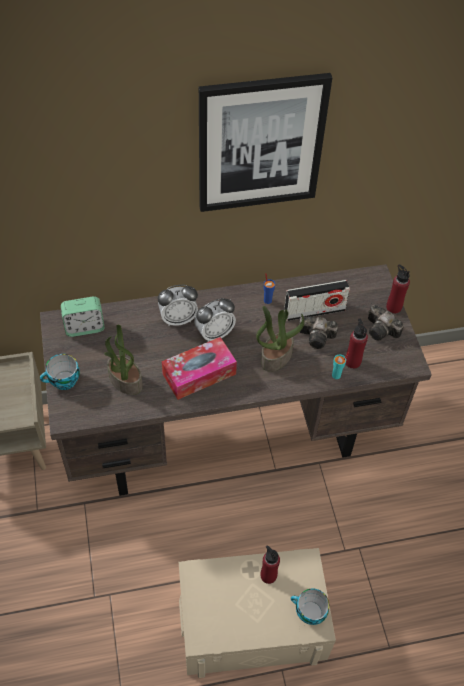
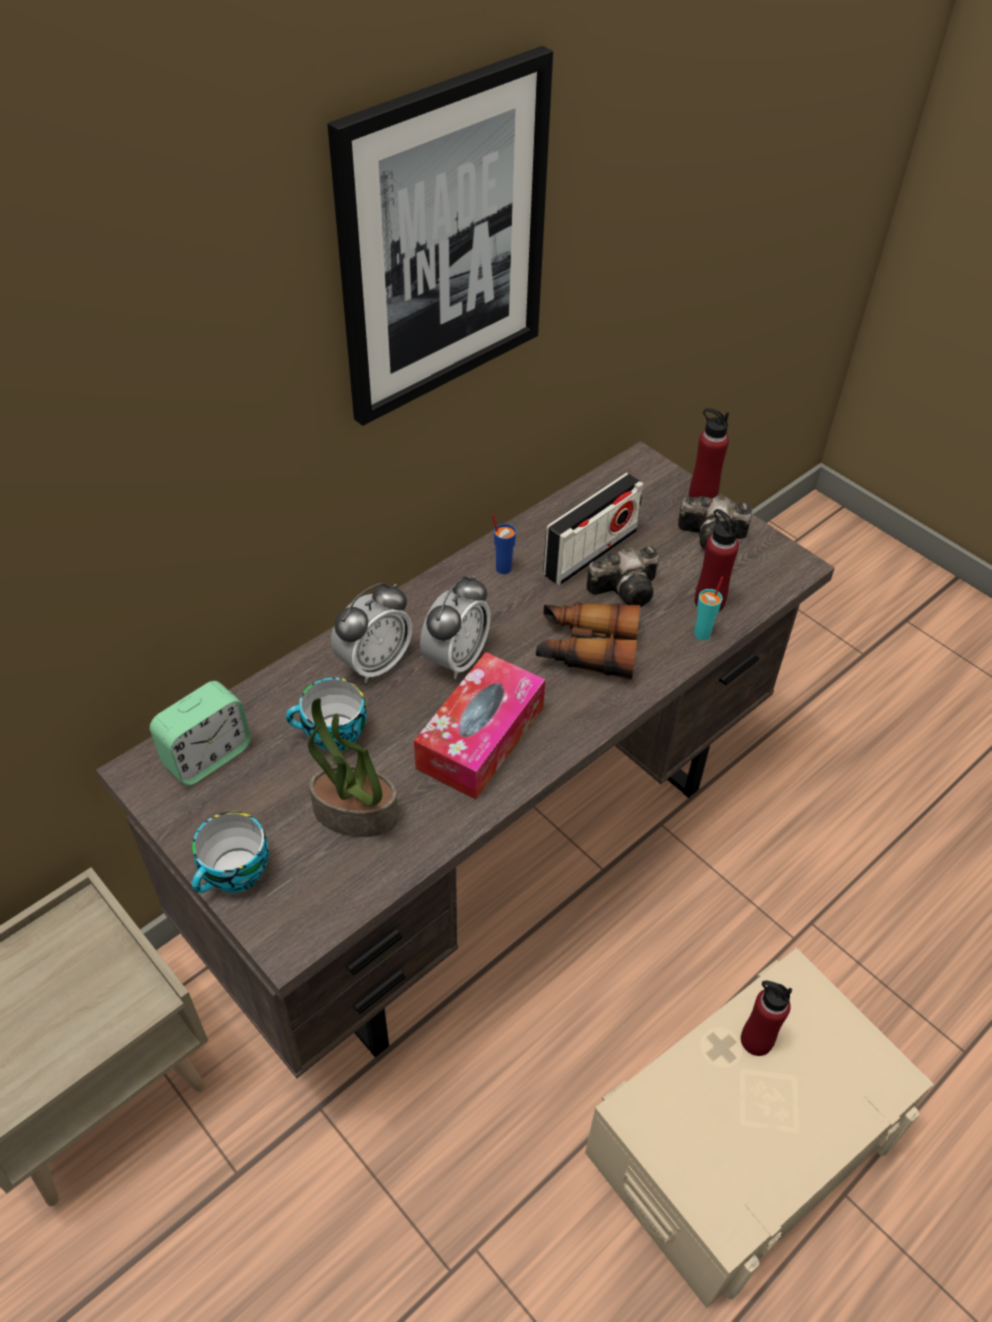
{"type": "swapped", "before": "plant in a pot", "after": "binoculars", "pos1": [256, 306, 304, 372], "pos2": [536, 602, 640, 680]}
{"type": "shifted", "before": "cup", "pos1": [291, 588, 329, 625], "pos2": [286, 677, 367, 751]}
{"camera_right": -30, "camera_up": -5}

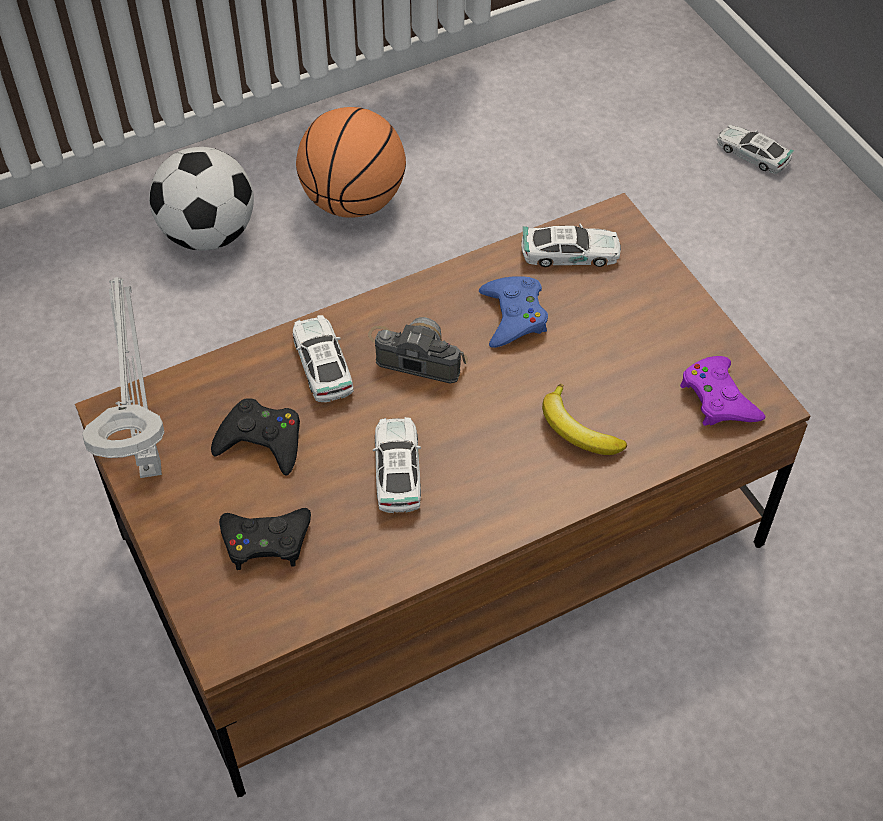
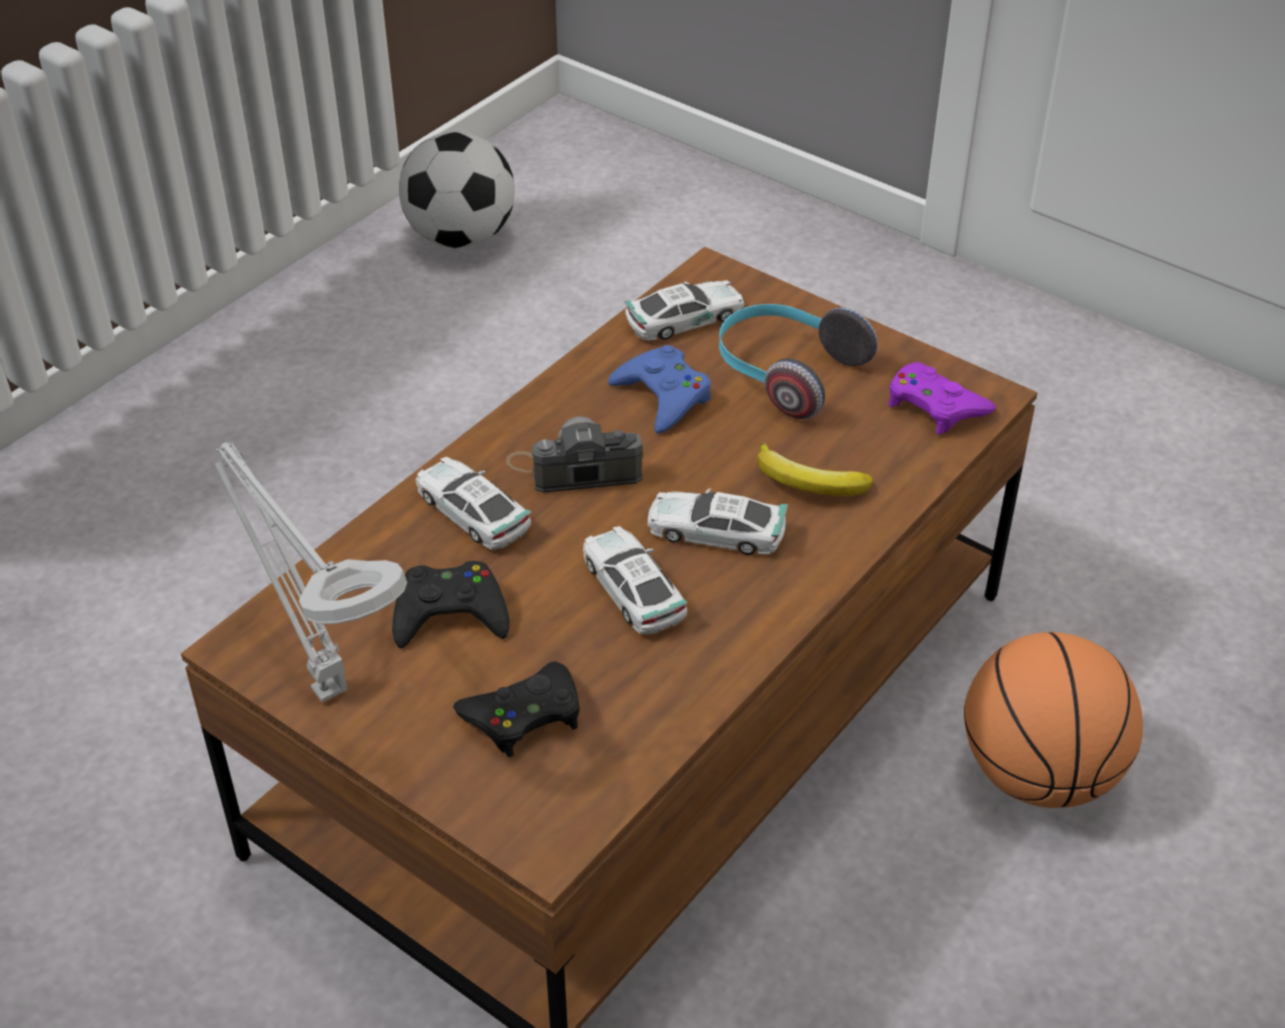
{"type": "shifted", "before": "ball for football", "pos1": [149, 147, 254, 251], "pos2": [399, 131, 515, 249]}
{"type": "shifted", "before": "ball for basketball", "pos1": [296, 107, 406, 218], "pos2": [964, 632, 1143, 808]}
{"type": "shifted", "before": "toy car", "pos1": [717, 125, 795, 174], "pos2": [647, 489, 788, 555]}
{"type": "new", "after": "headphones", "pos2": [719, 304, 878, 419]}
{"camera_right": -25, "camera_up": -10}

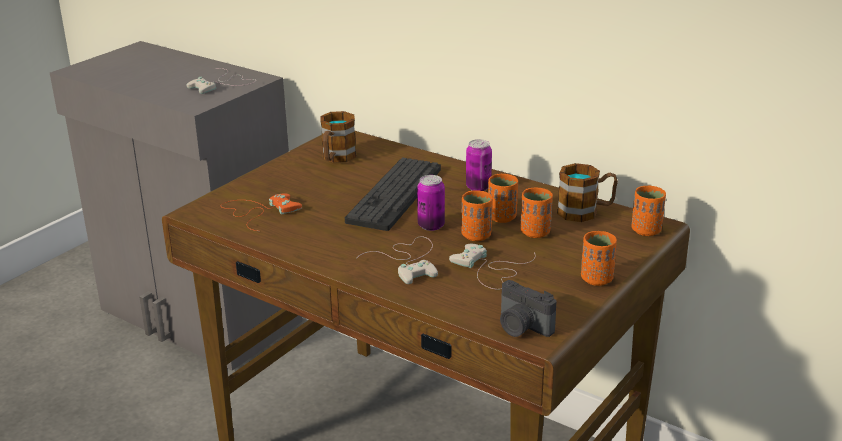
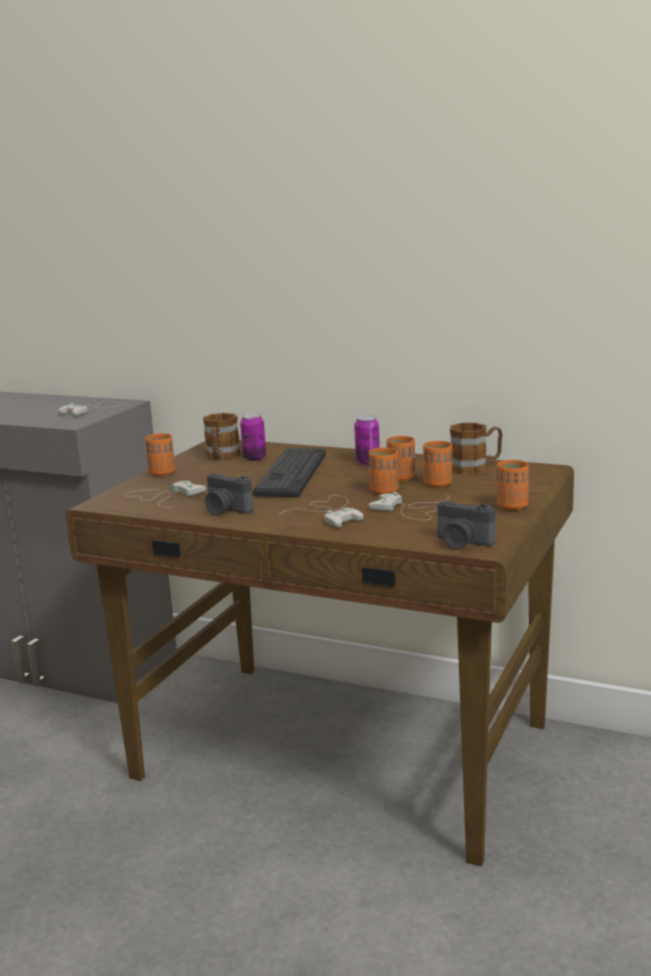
{"type": "repainted", "before": "joypad/orangey", "after": "joypad/white-coloured", "pos1": [221, 193, 302, 231], "pos2": [125, 480, 206, 508]}
{"type": "shifted", "before": "metal can", "pos1": [417, 175, 445, 231], "pos2": [240, 413, 266, 461]}
{"type": "shifted", "before": "cup/orangey", "pos1": [631, 186, 666, 236], "pos2": [145, 433, 175, 476]}
{"type": "new", "after": "still camera", "pos2": [205, 473, 253, 516]}
{"camera_right": -10, "camera_up": -10}

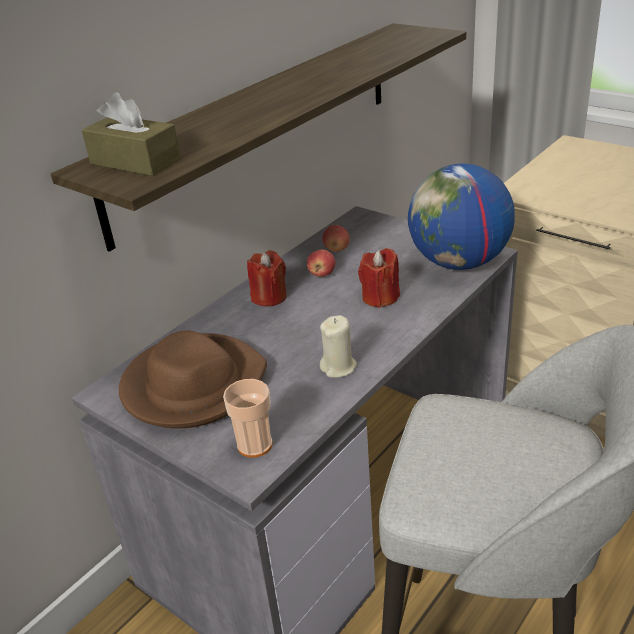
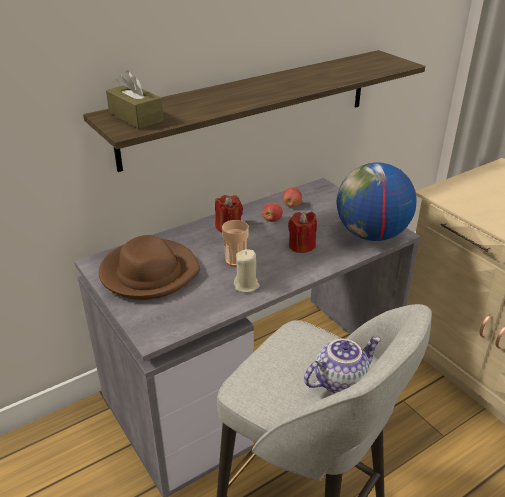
{"type": "shifted", "before": "cup", "pos1": [223, 379, 273, 457], "pos2": [222, 220, 249, 267]}
{"type": "new", "after": "teapot", "pos2": [304, 336, 381, 393]}
{"camera_right": 15, "camera_up": 0}

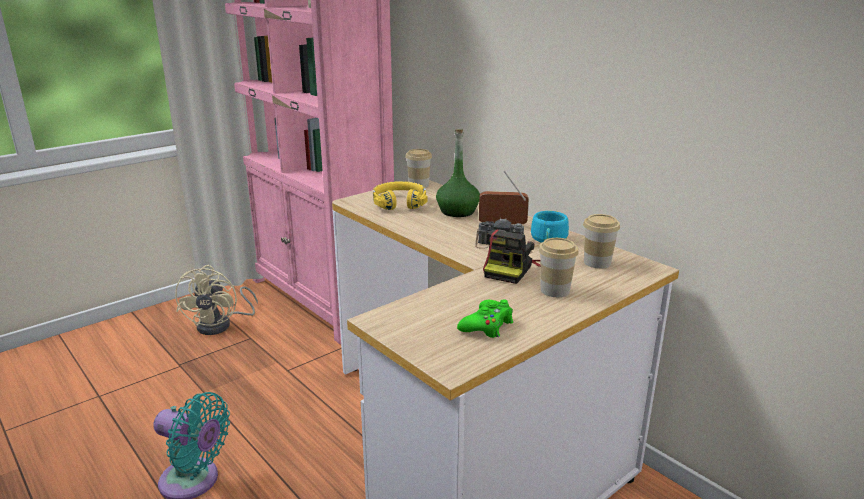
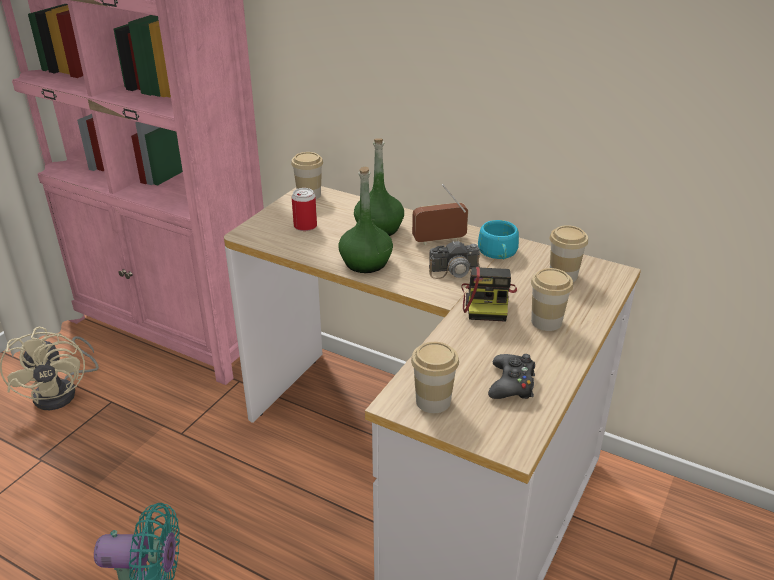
{"type": "swapped", "before": "headphones/yellow-coloured", "after": "metal can", "pos1": [373, 181, 428, 210], "pos2": [292, 188, 317, 231]}
{"type": "repainted", "before": "joypad/green", "after": "joypad/black", "pos1": [457, 299, 513, 338], "pos2": [488, 354, 535, 399]}
{"type": "new", "after": "bottle/green", "pos2": [338, 167, 393, 273]}
{"type": "new", "after": "cup", "pos2": [411, 342, 459, 413]}
{"camera_right": -20, "camera_up": 10}

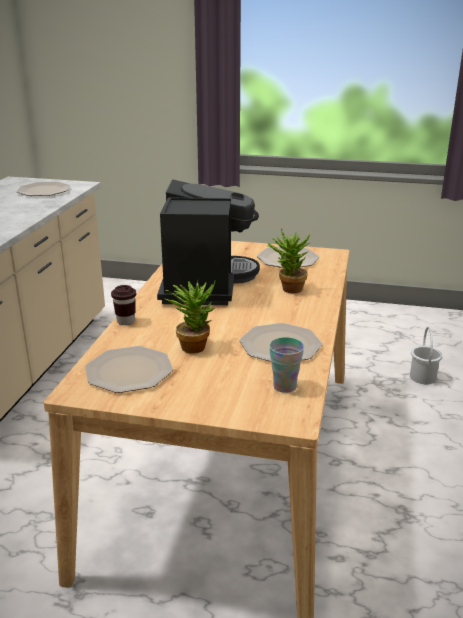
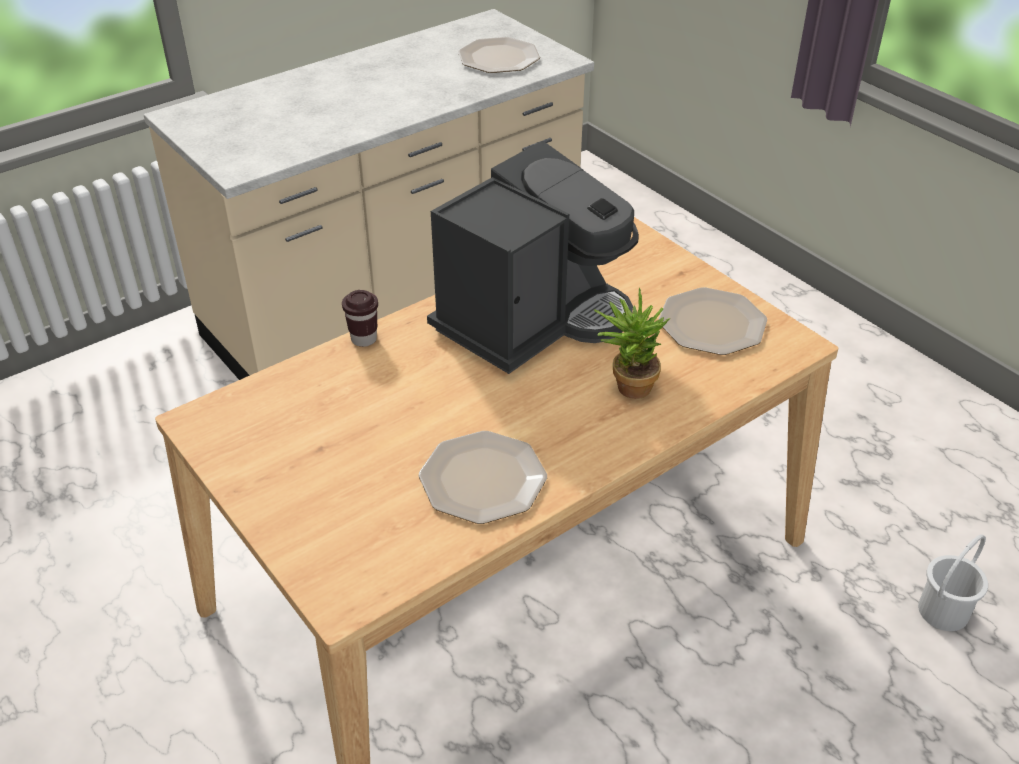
{"type": "gone", "before": "flat dish", "pos1": [85, 346, 173, 393]}
{"type": "gone", "before": "plant in a pot", "pos1": [166, 280, 215, 354]}
{"type": "gone", "before": "cup", "pos1": [269, 337, 304, 393]}
{"camera_right": 40, "camera_up": 15}

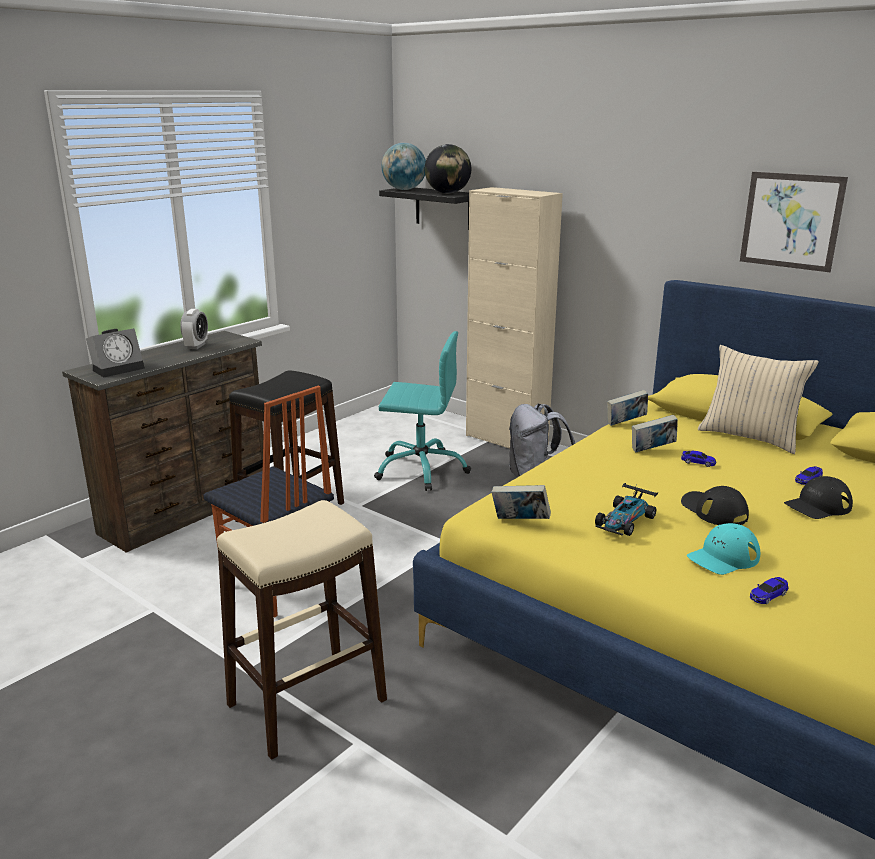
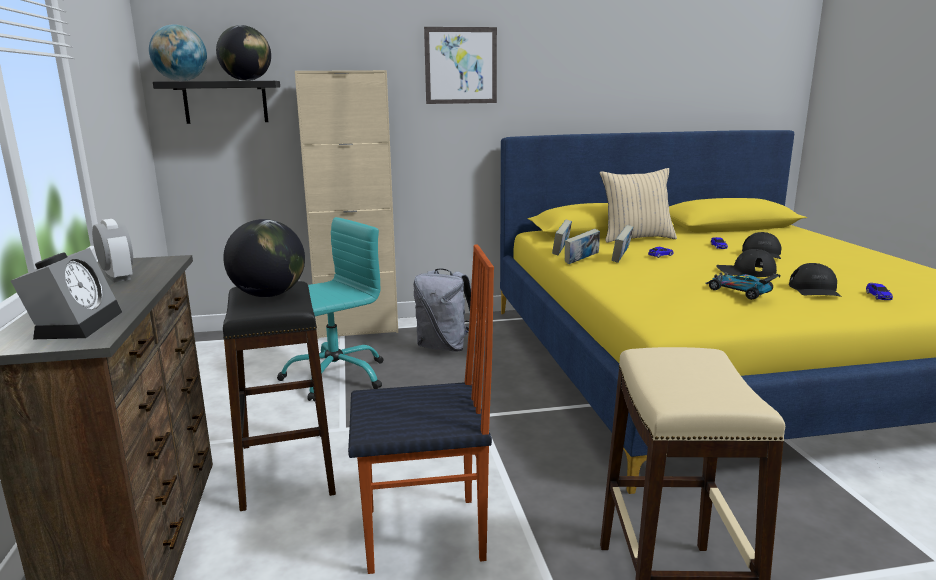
{"type": "shifted", "before": "book", "pos1": [492, 485, 551, 519], "pos2": [565, 229, 600, 264]}
{"type": "rotated", "before": "toy car", "pos1": [595, 483, 658, 536], "pos2": [705, 269, 780, 300], "turn": 150}
{"type": "repainted", "before": "peaked cap/turquoise", "after": "peaked cap/black", "pos1": [687, 523, 760, 575], "pos2": [789, 263, 841, 297]}
{"type": "shifted", "before": "wall art", "pos1": [740, 172, 848, 272], "pos2": [424, 27, 497, 104]}
{"type": "new", "after": "world globe", "pos2": [223, 219, 305, 297]}
{"camera_right": -50, "camera_up": -5}

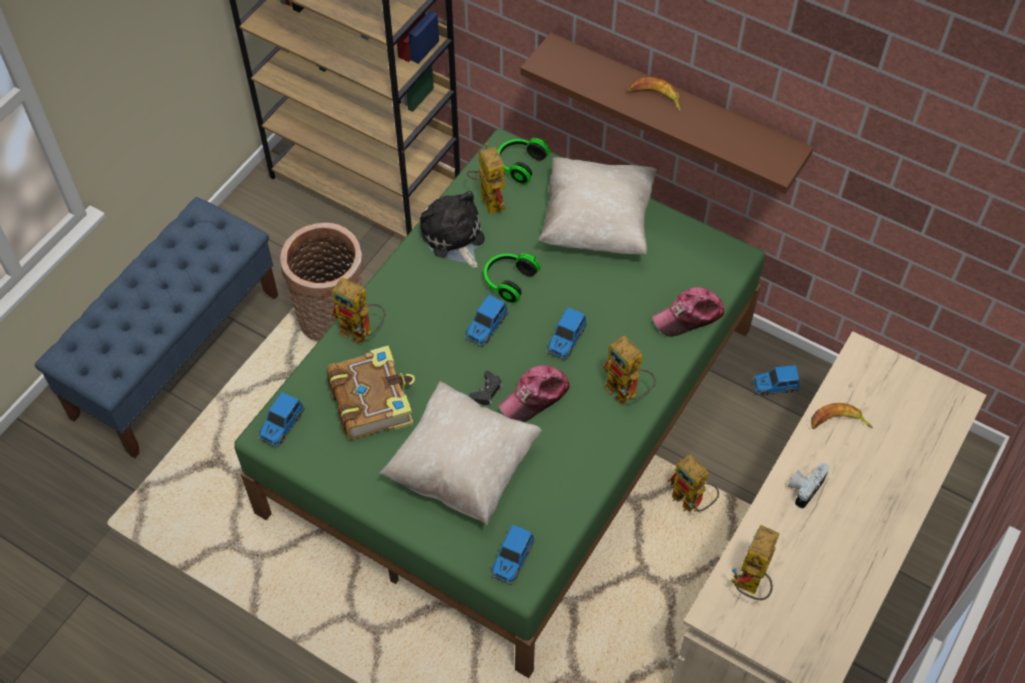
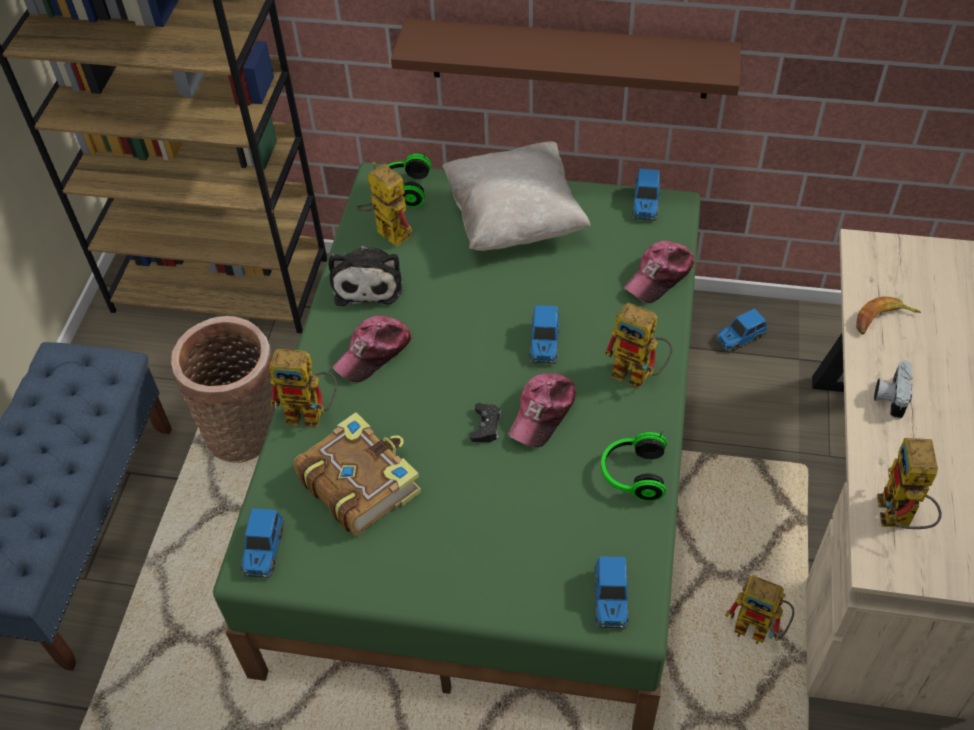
{"type": "gone", "before": "pillow/beige-coloured", "pos1": [379, 381, 542, 525]}
{"type": "rotated", "before": "cuddly toy", "pos1": [420, 191, 485, 268], "pos2": [328, 246, 402, 306], "turn": -135}
{"type": "shifted", "before": "toy car", "pos1": [465, 295, 508, 347], "pos2": [632, 169, 660, 221]}
{"type": "shifted", "before": "headphones", "pos1": [484, 253, 541, 304], "pos2": [601, 431, 667, 501]}
{"type": "gone", "before": "whole banana", "pos1": [628, 77, 680, 111]}
{"type": "shifted", "before": "toy robot", "pos1": [667, 455, 719, 512], "pos2": [725, 576, 794, 645]}
{"type": "new", "after": "peaked cap", "pos2": [332, 316, 412, 382]}
{"camera_right": -20, "camera_up": -5}

